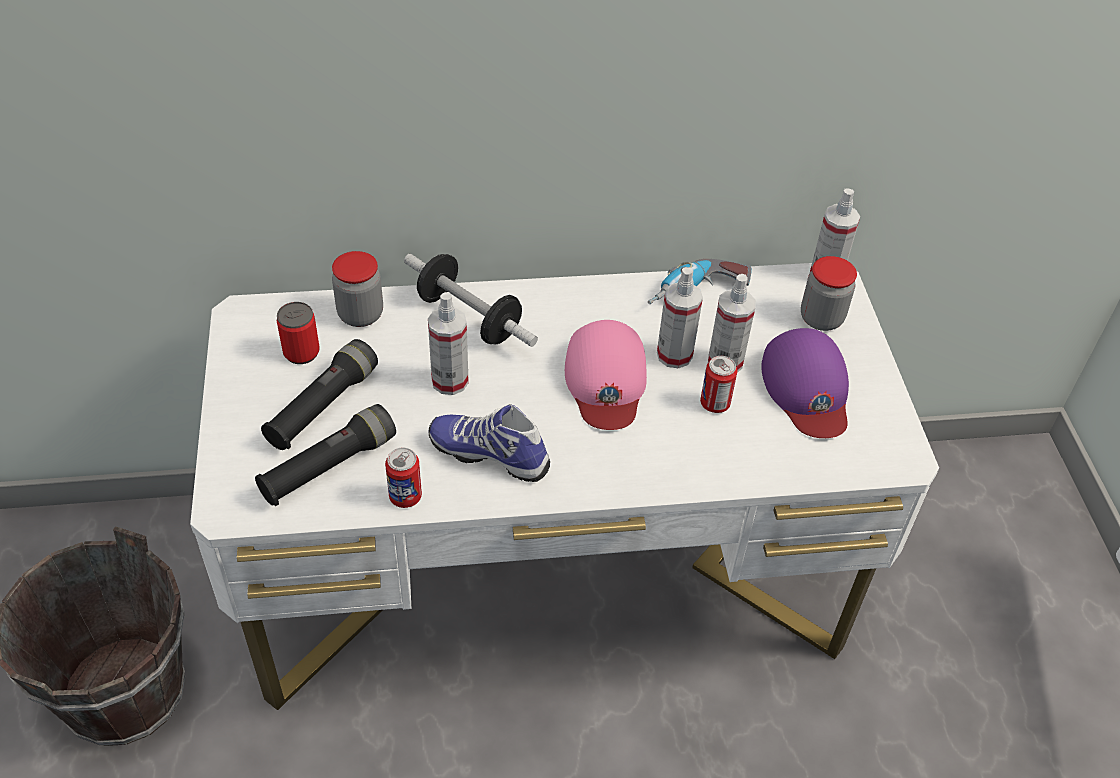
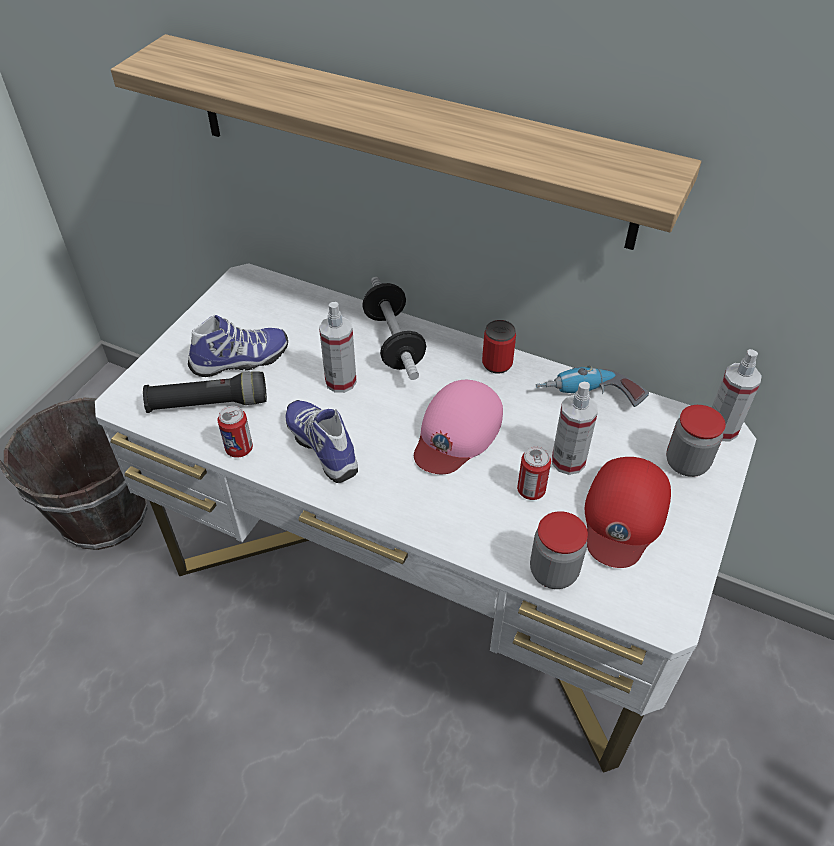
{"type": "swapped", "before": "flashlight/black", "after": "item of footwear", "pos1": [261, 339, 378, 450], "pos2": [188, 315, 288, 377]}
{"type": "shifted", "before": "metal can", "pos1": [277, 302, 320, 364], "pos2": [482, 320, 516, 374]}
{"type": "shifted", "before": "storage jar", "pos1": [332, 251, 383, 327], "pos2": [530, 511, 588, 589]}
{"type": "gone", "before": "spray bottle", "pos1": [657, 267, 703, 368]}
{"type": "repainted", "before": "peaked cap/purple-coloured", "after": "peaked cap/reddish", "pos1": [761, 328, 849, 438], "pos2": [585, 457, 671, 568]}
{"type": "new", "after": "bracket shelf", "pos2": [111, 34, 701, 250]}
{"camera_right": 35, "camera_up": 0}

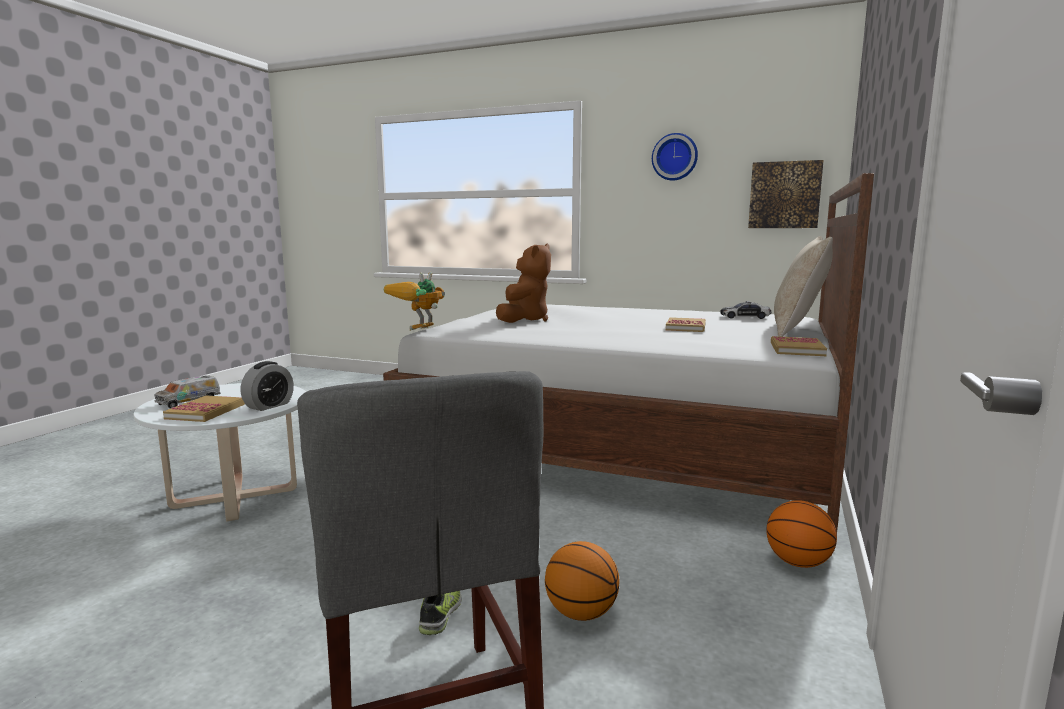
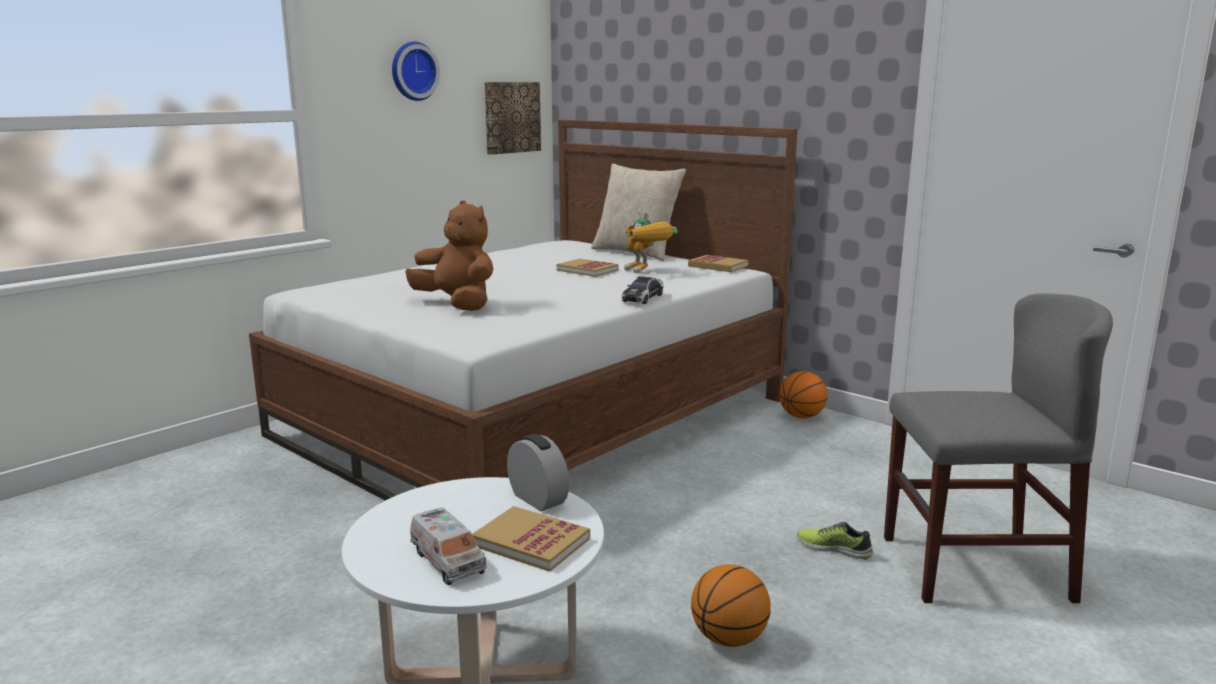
{"type": "shifted", "before": "toy robot", "pos1": [384, 272, 445, 331], "pos2": [624, 211, 678, 273]}
{"type": "shifted", "before": "ball for basketball", "pos1": [545, 541, 619, 621], "pos2": [691, 564, 771, 647]}
{"type": "shifted", "before": "toy car", "pos1": [720, 301, 771, 319], "pos2": [622, 276, 663, 304]}
{"camera_right": -70, "camera_up": 5}

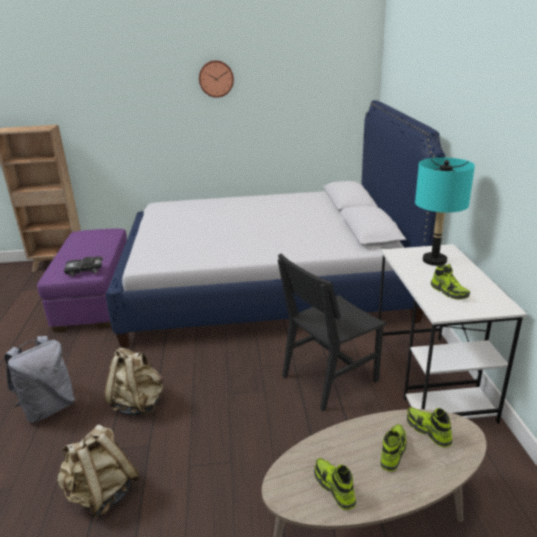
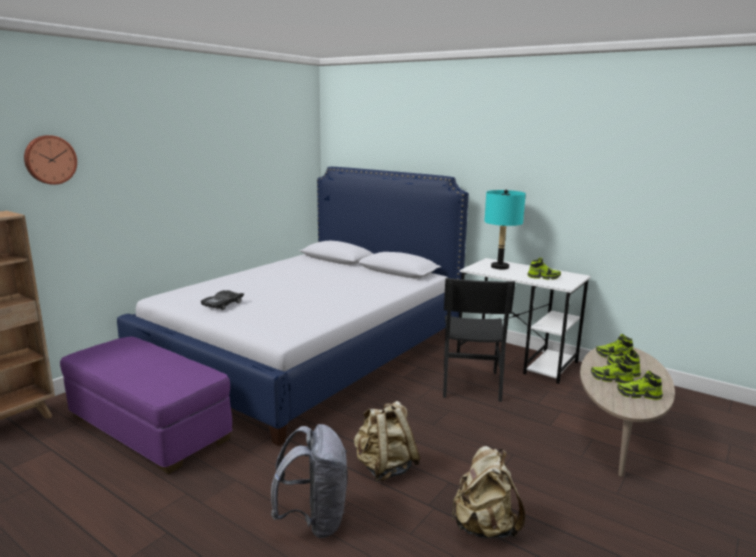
{"type": "shifted", "before": "toy car/black", "pos1": [64, 257, 103, 276], "pos2": [201, 290, 244, 310]}
{"type": "shifted", "before": "wall clock", "pos1": [199, 60, 234, 98], "pos2": [24, 135, 77, 185]}
{"type": "new", "after": "item of footwear", "pos2": [591, 357, 634, 383]}
{"camera_right": -50, "camera_up": -10}

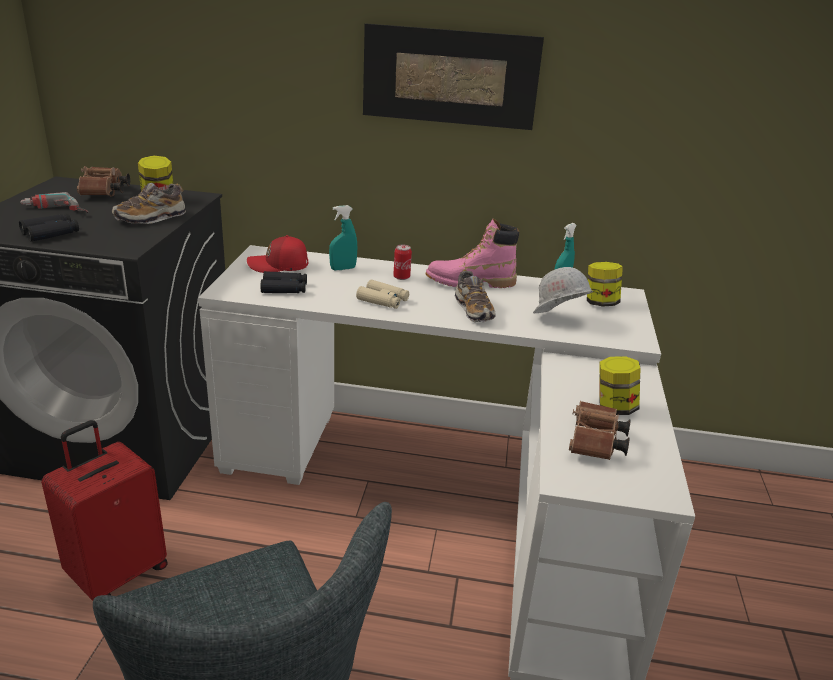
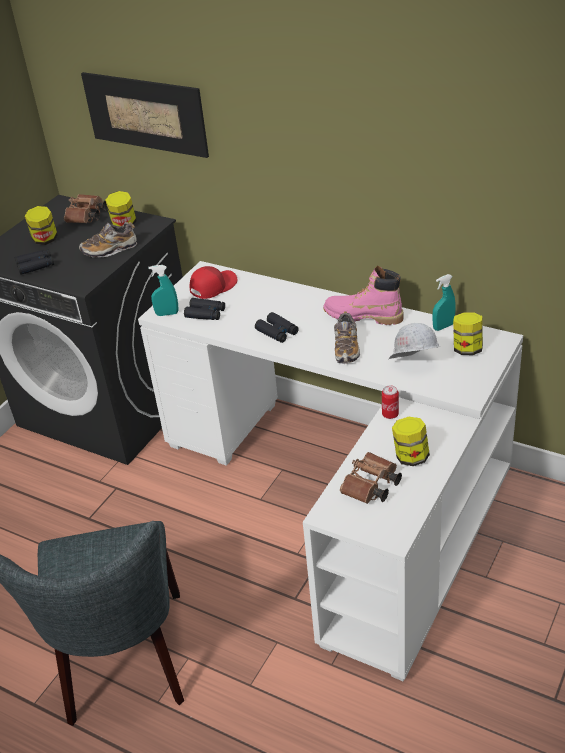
{"type": "swapped", "before": "electric drill", "after": "storage jar", "pos1": [20, 192, 88, 213], "pos2": [25, 206, 58, 245]}
{"type": "gone", "before": "suitcase/reddish", "pos1": [41, 420, 168, 601]}
{"type": "rotated", "before": "peaked cap/reddish", "pos1": [247, 235, 308, 273], "pos2": [190, 266, 237, 299], "turn": 120}
{"type": "shifted", "before": "spray bottle/turquoise", "pos1": [329, 205, 357, 270], "pos2": [148, 265, 178, 316]}
{"type": "repainted", "before": "binoculars/beige-coloured", "after": "binoculars/black", "pos1": [356, 280, 409, 309], "pos2": [255, 312, 299, 343]}
{"type": "shifted", "before": "wall art", "pos1": [363, 23, 544, 130], "pos2": [81, 72, 209, 158]}
{"type": "shifted", "before": "metal can", "pos1": [393, 245, 412, 280], "pos2": [382, 385, 399, 419]}
{"camera_right": 25, "camera_up": 10}

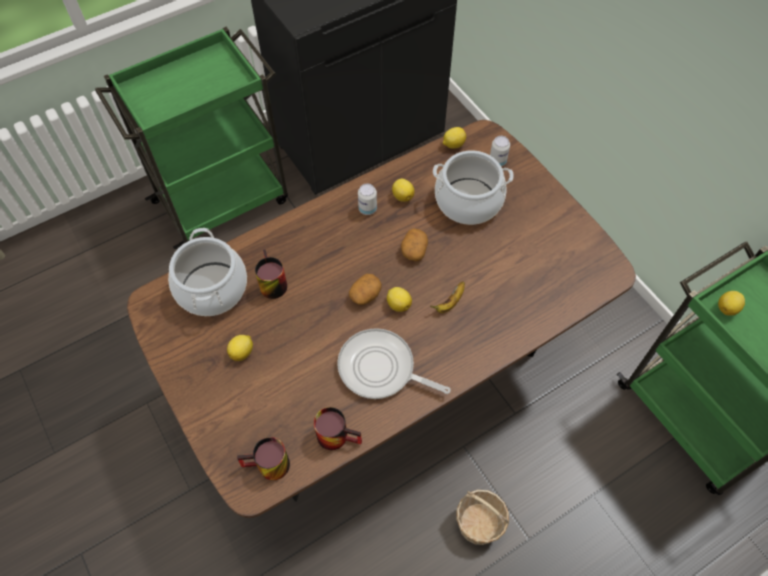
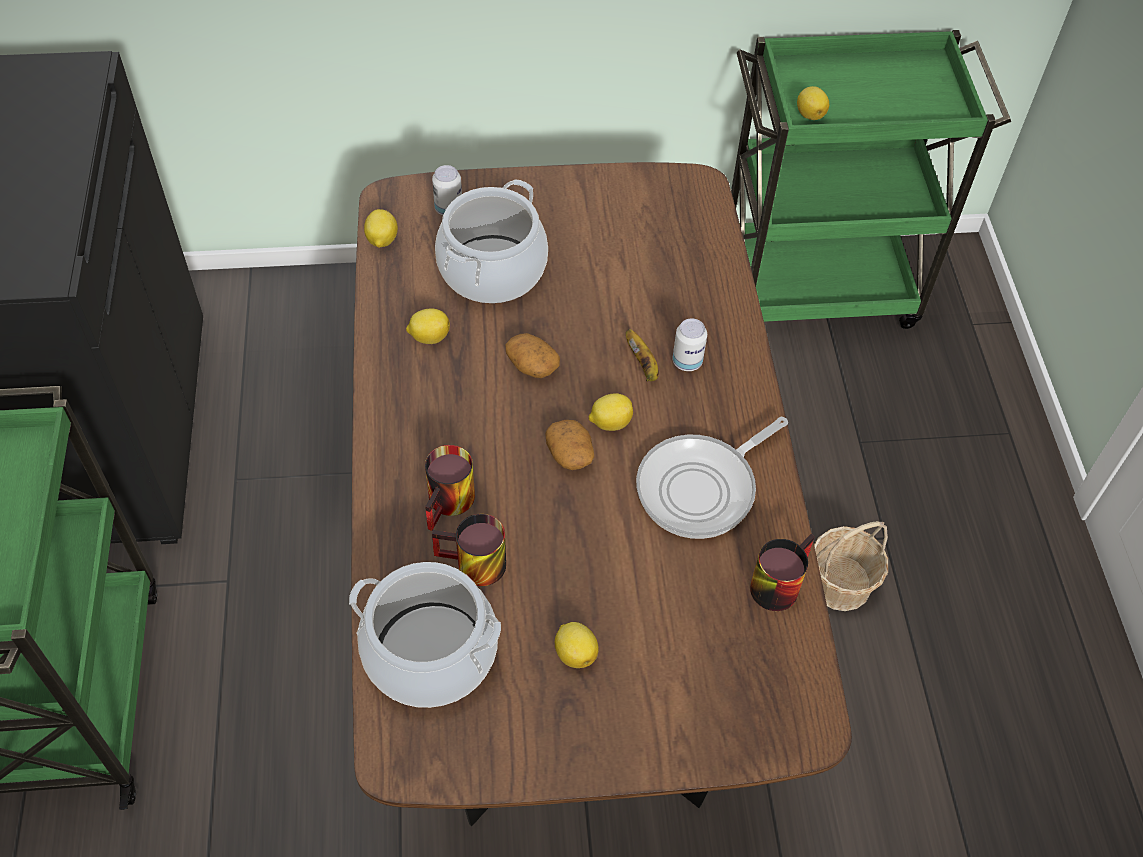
{"type": "shifted", "before": "mug", "pos1": [237, 437, 290, 480], "pos2": [425, 445, 475, 531]}
{"type": "shifted", "before": "metal can", "pos1": [358, 183, 377, 215], "pos2": [672, 318, 707, 371]}
{"camera_right": -65, "camera_up": -5}

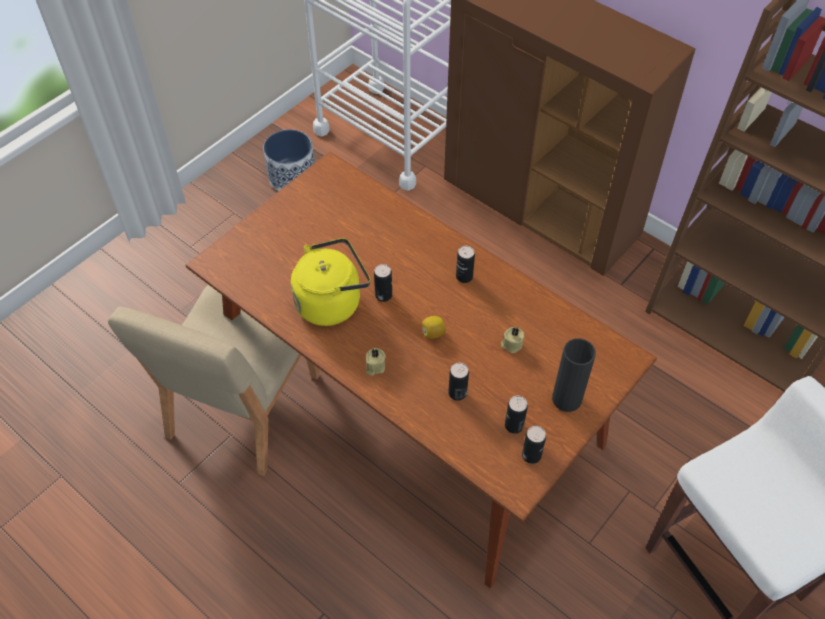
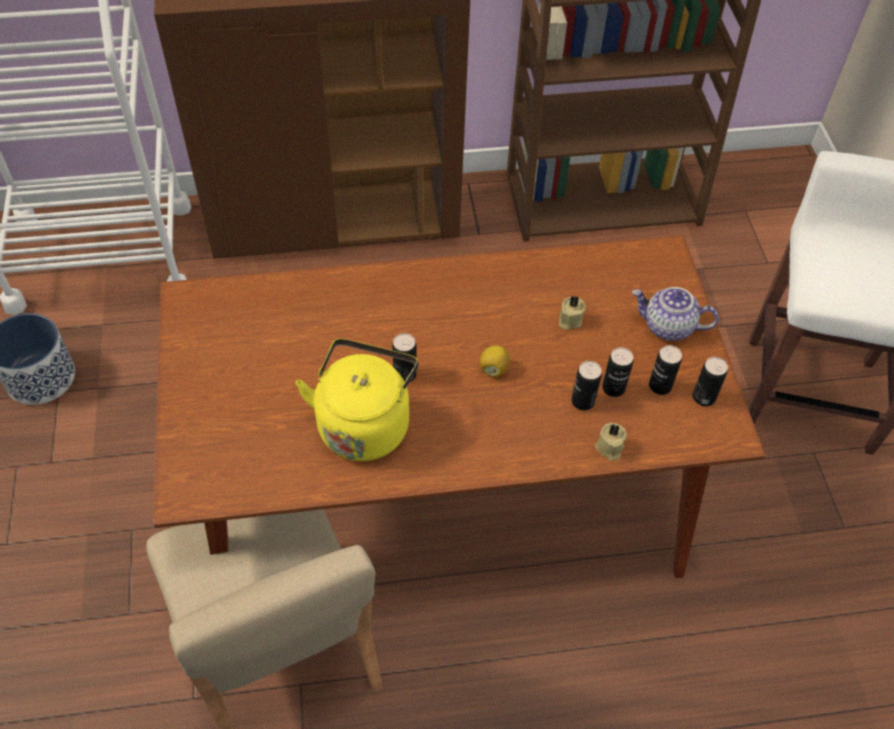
{"type": "shifted", "before": "candle/beige-coloured", "pos1": [366, 348, 386, 376], "pos2": [595, 423, 627, 461]}
{"type": "shifted", "before": "metal can", "pos1": [456, 246, 475, 283], "pos2": [602, 347, 634, 397]}
{"type": "swapped", "before": "flower vase/black", "after": "teapot", "pos1": [552, 338, 596, 412], "pos2": [632, 287, 719, 341]}
{"camera_right": -50, "camera_up": 0}

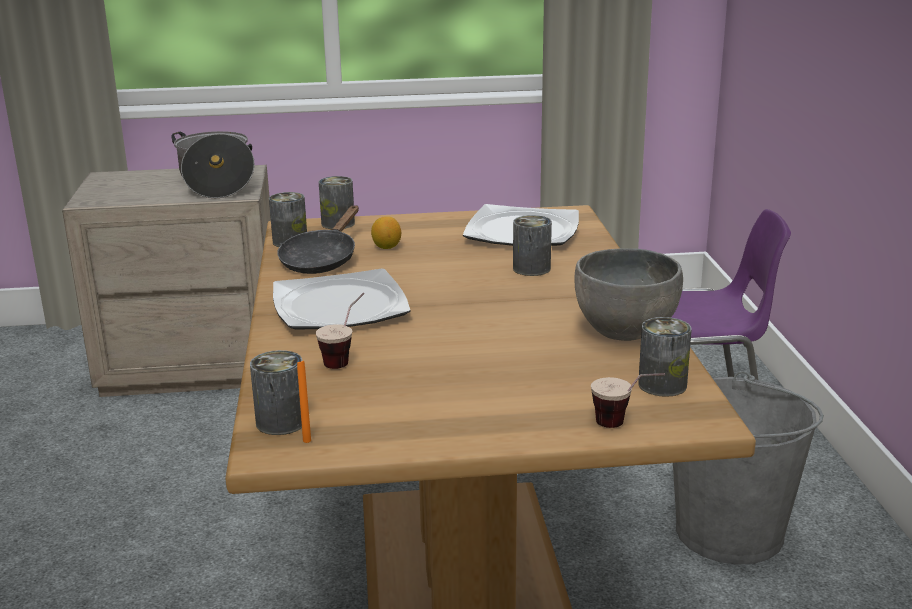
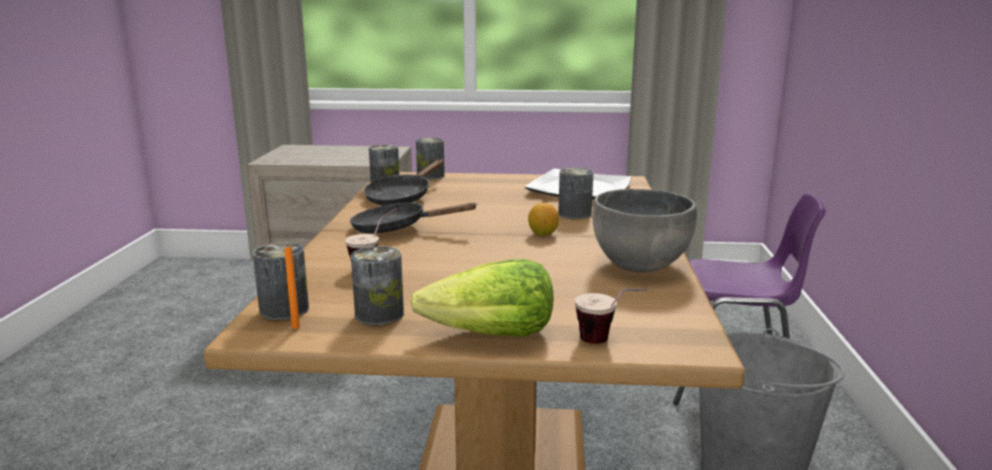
{"type": "gone", "before": "cooking pot", "pos1": [171, 131, 255, 198]}
{"type": "swapped", "before": "flat dish", "after": "frying pan/black", "pos1": [273, 269, 411, 329], "pos2": [350, 203, 478, 233]}
{"type": "shifted", "before": "lemon", "pos1": [371, 216, 401, 249], "pos2": [528, 203, 559, 236]}
{"type": "shifted", "before": "metal can", "pos1": [638, 317, 692, 397], "pos2": [351, 246, 404, 326]}
{"type": "new", "after": "lettuce head", "pos2": [411, 259, 554, 337]}
{"camera_right": 10, "camera_up": -5}

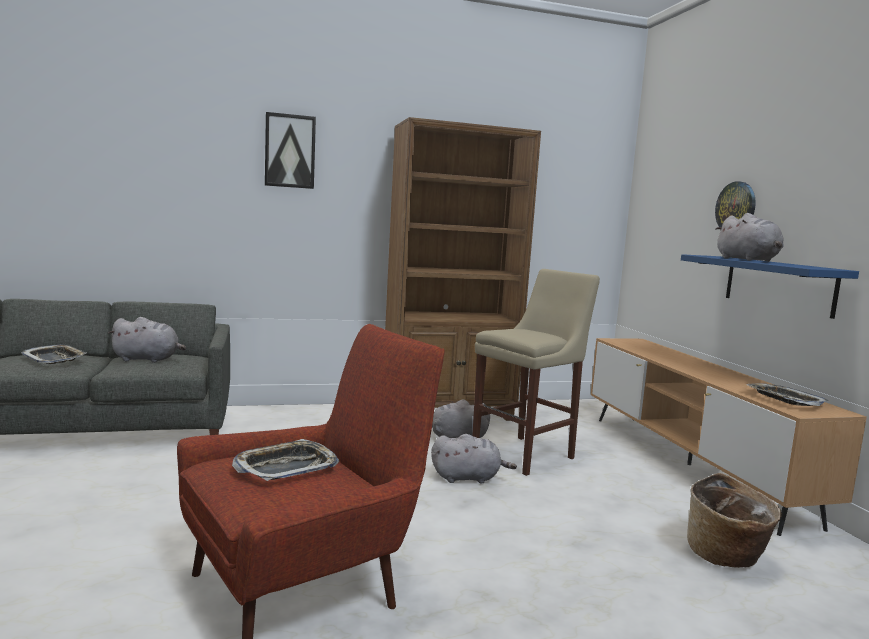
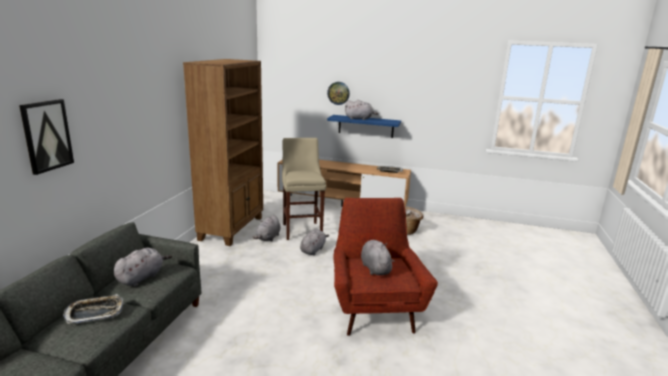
{"type": "swapped", "before": "carrying tray", "after": "cuddly toy/greyish", "pos1": [232, 439, 339, 481], "pos2": [361, 240, 395, 275]}
{"type": "shifted", "before": "wall art", "pos1": [265, 112, 316, 189], "pos2": [19, 99, 74, 175]}
{"camera_right": -60, "camera_up": 10}

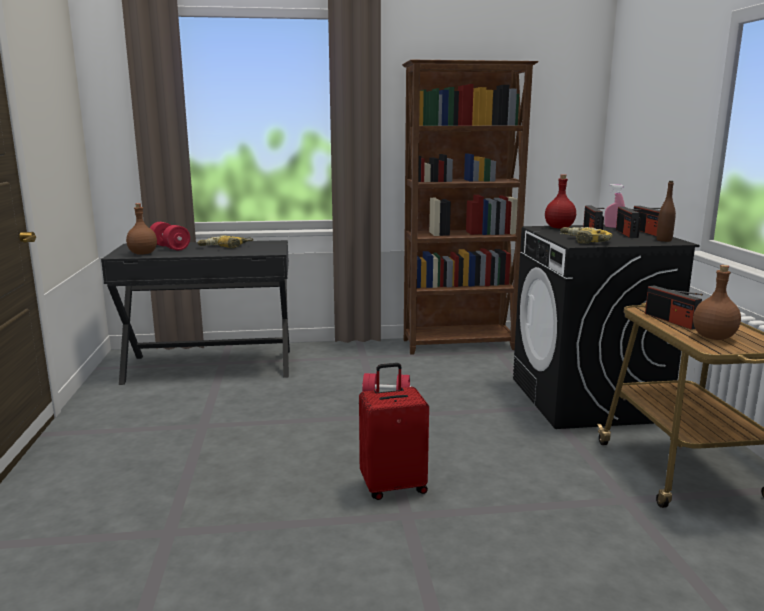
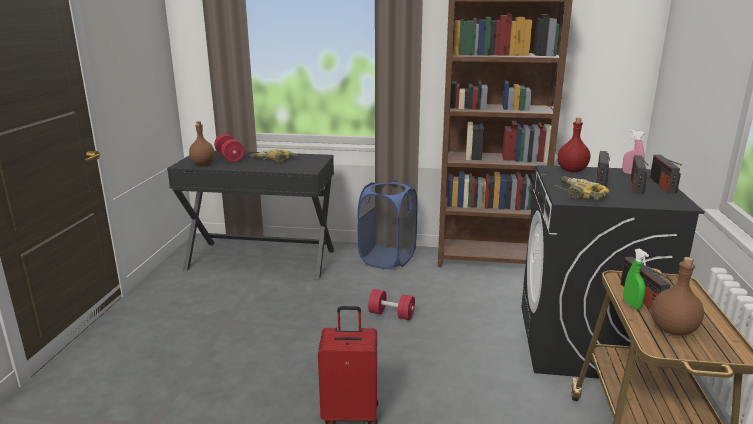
{"type": "gone", "before": "bottle/brown-coloured", "pos1": [656, 181, 676, 242]}
{"type": "new", "after": "hamper/blue", "pos2": [357, 180, 418, 269]}
{"type": "new", "after": "spray bottle/green", "pos2": [623, 248, 649, 309]}
{"camera_right": 15, "camera_up": 5}

